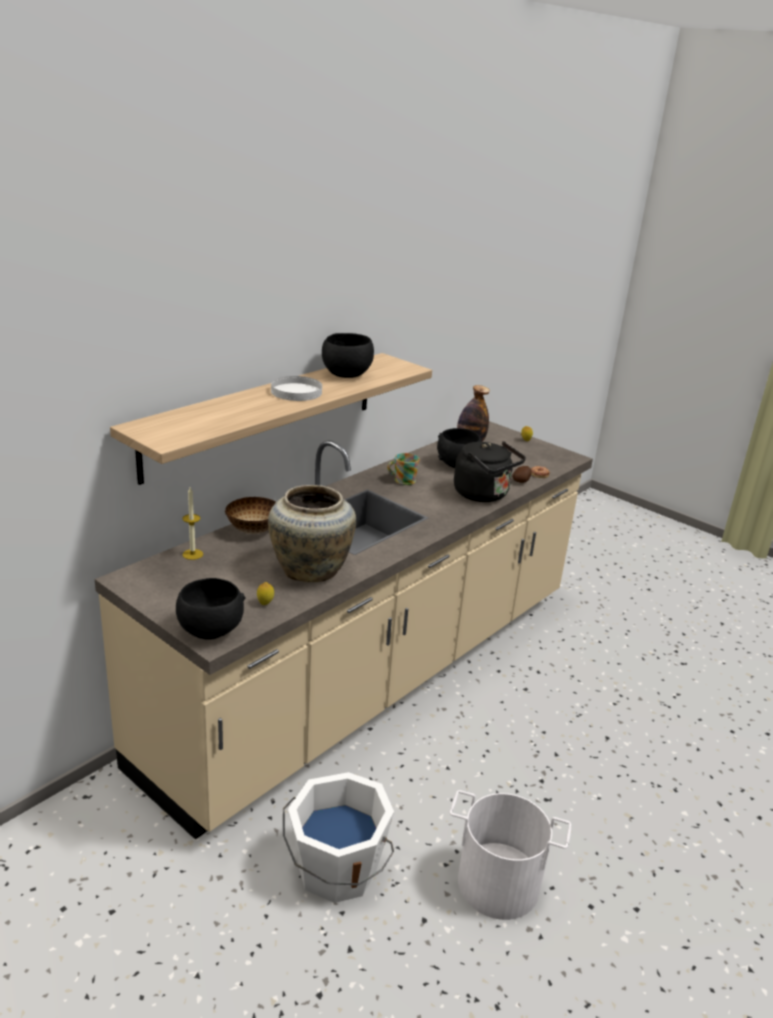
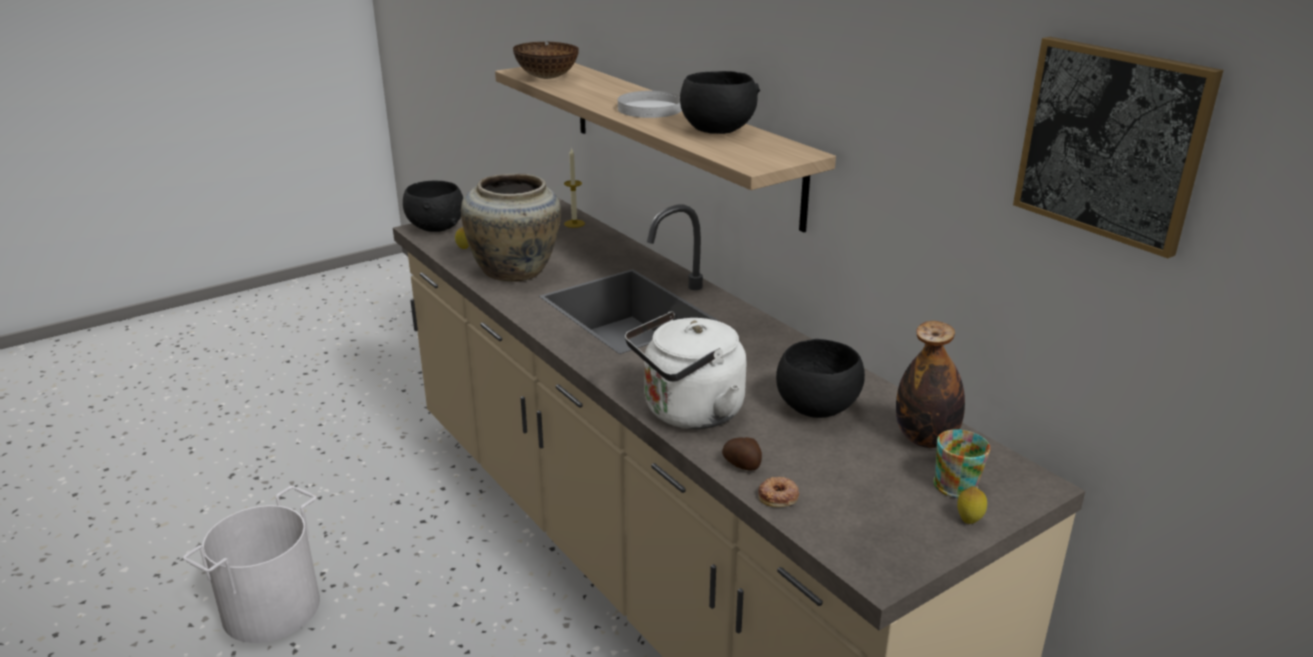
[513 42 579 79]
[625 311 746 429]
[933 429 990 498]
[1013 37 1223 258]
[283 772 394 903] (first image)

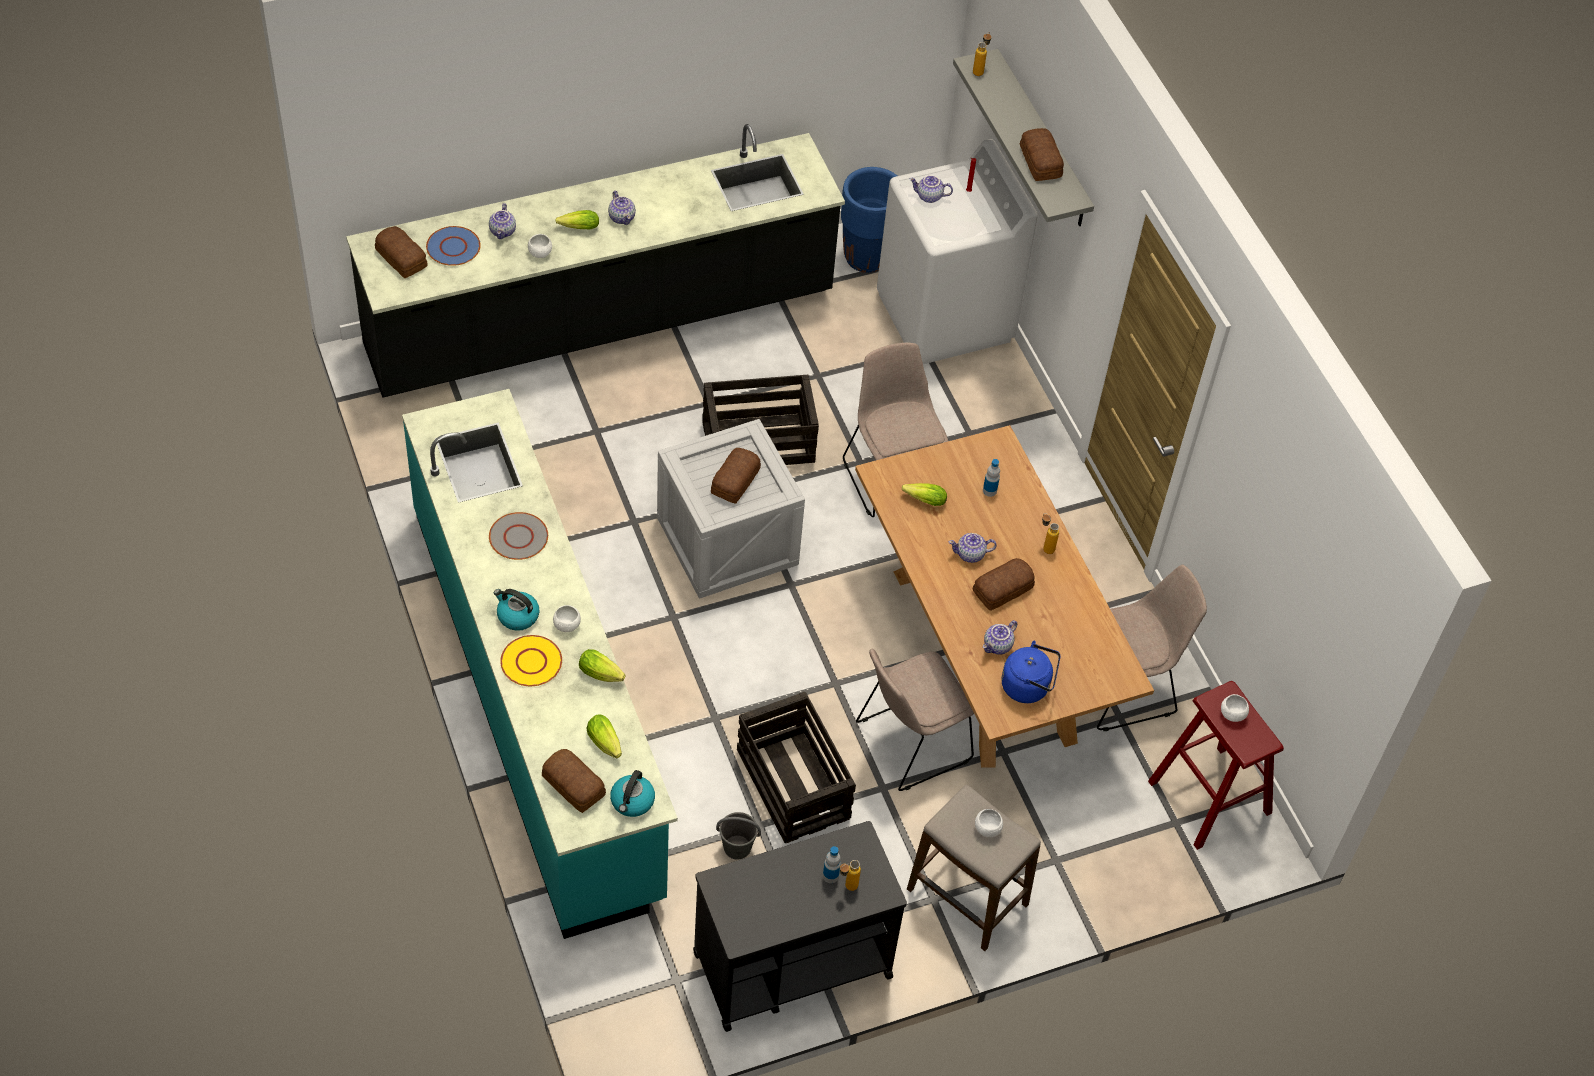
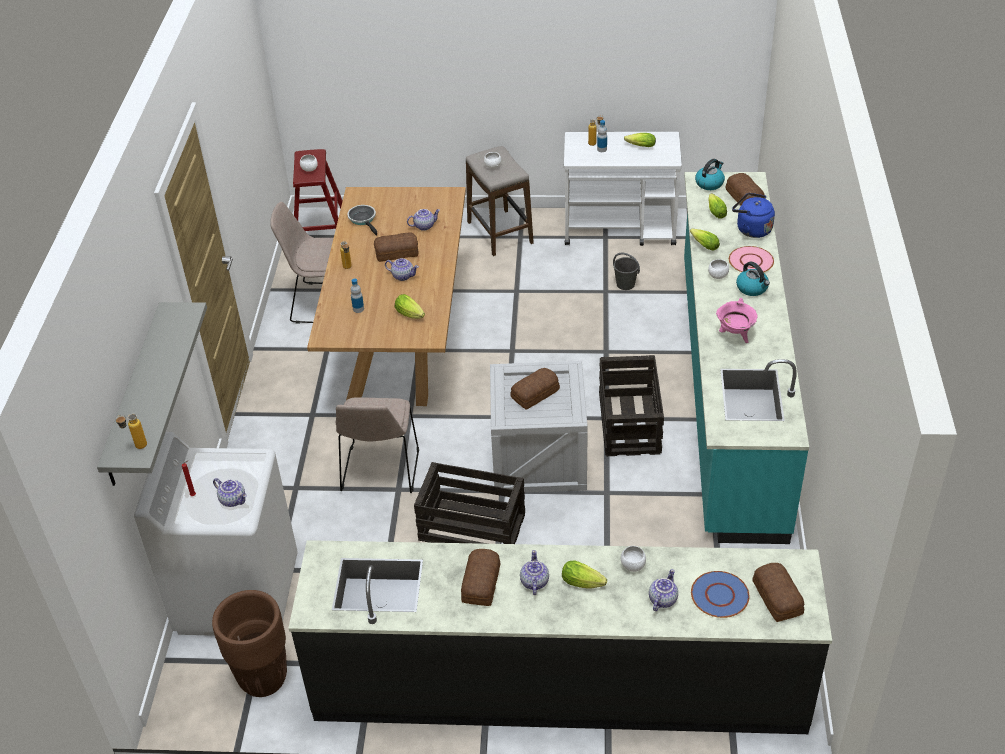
[212 590 287 697]
[347 205 377 236]
[461 549 500 606]
[564 132 682 246]
[599 355 664 456]
[624 133 656 147]
[716 298 758 343]
[729 246 774 273]
[732 193 775 238]
[856 649 974 791] (first image)

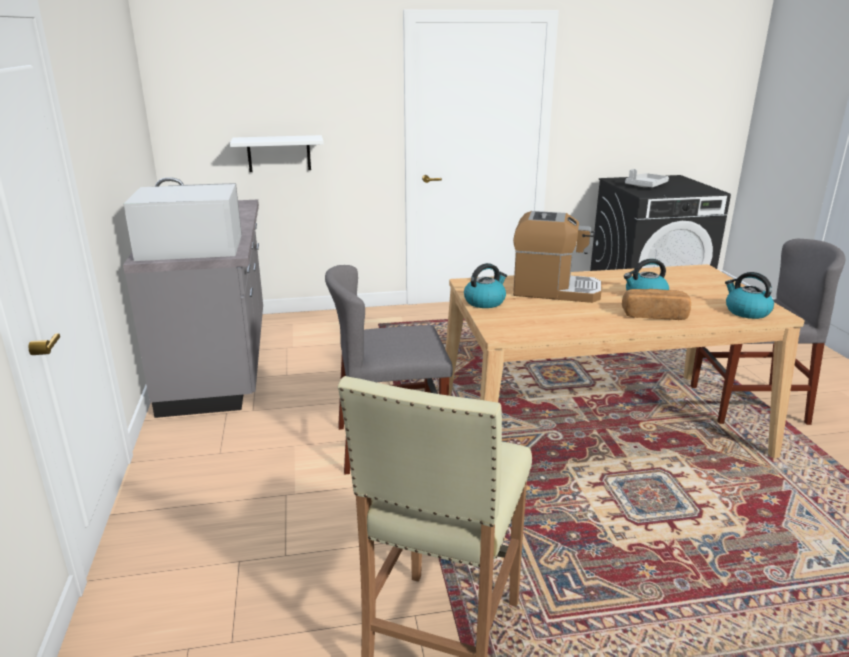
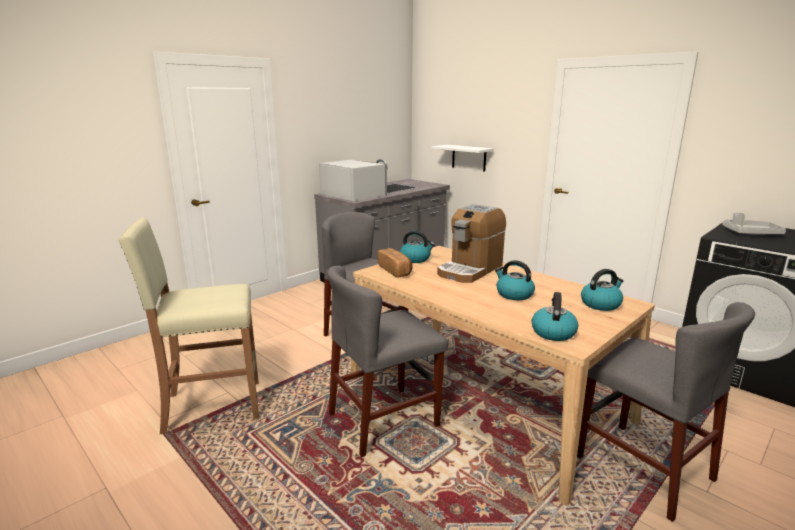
[327 265 448 457]
[378 248 412 278]
[437 204 506 283]
[581 269 623 311]

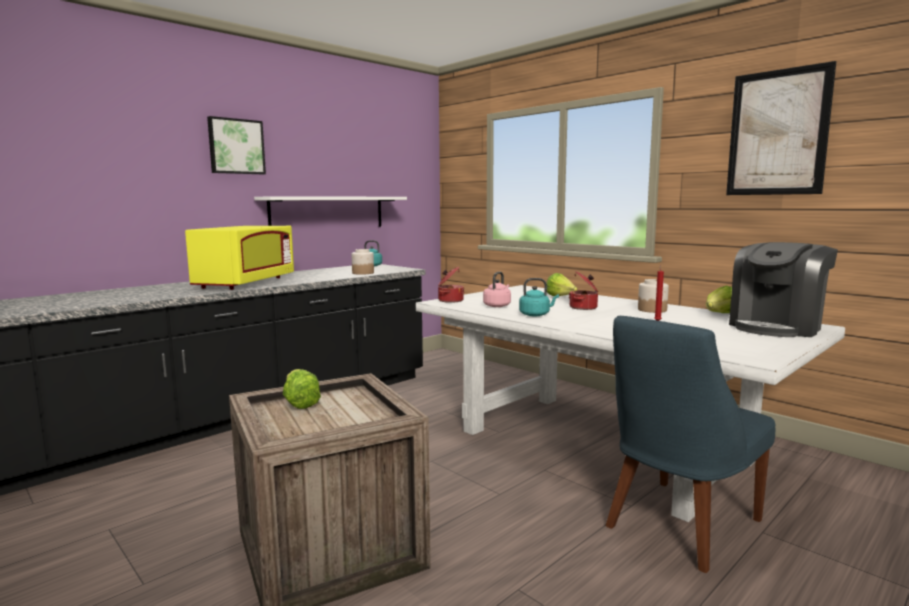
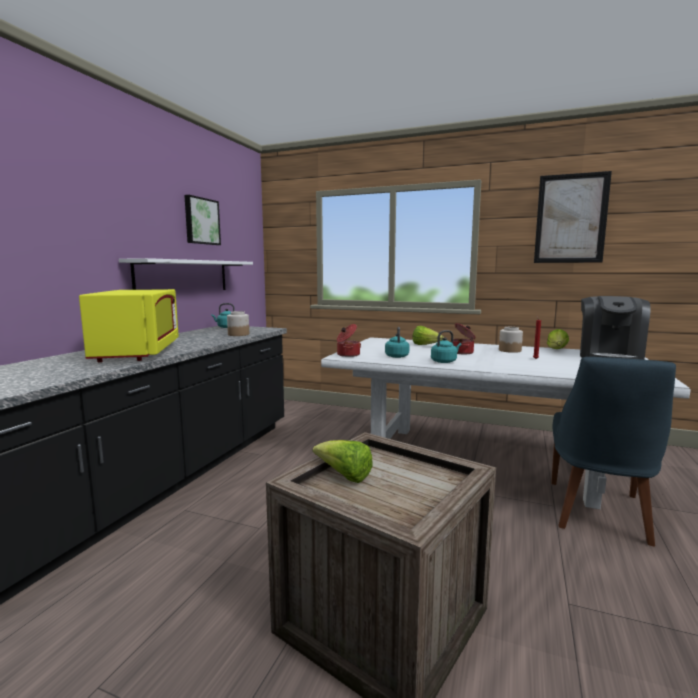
[184 195 221 245]
[385 327 409 358]

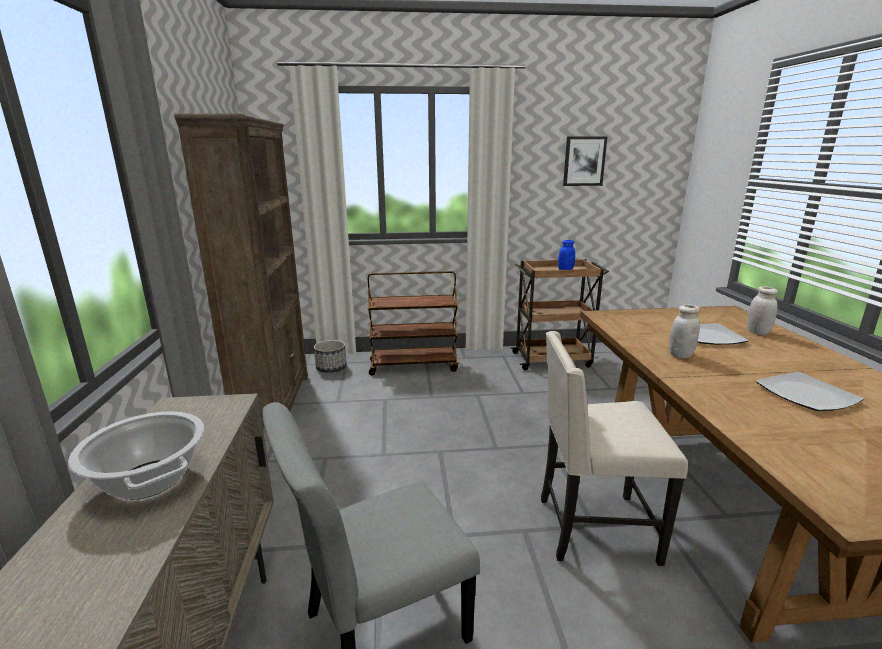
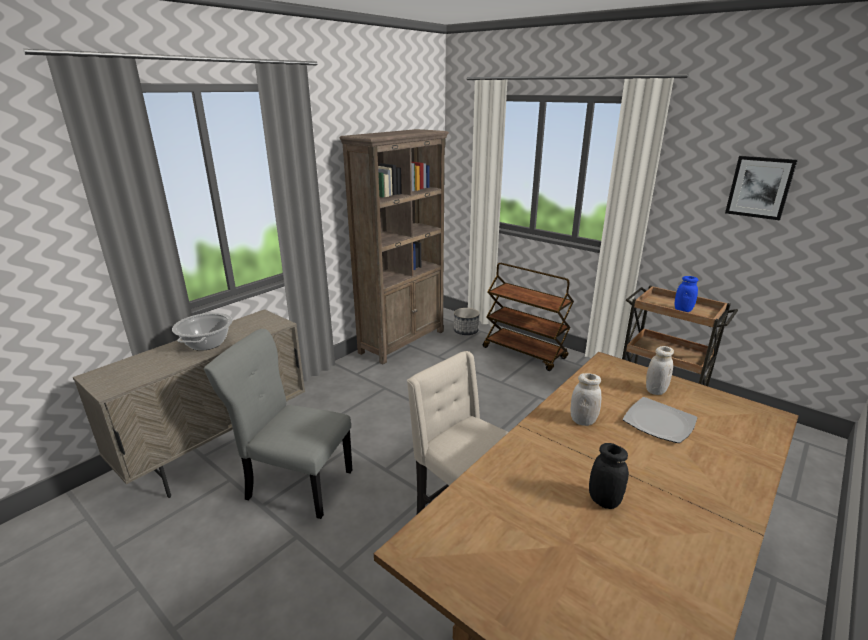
[589 443 629 509]
[646 346 674 395]

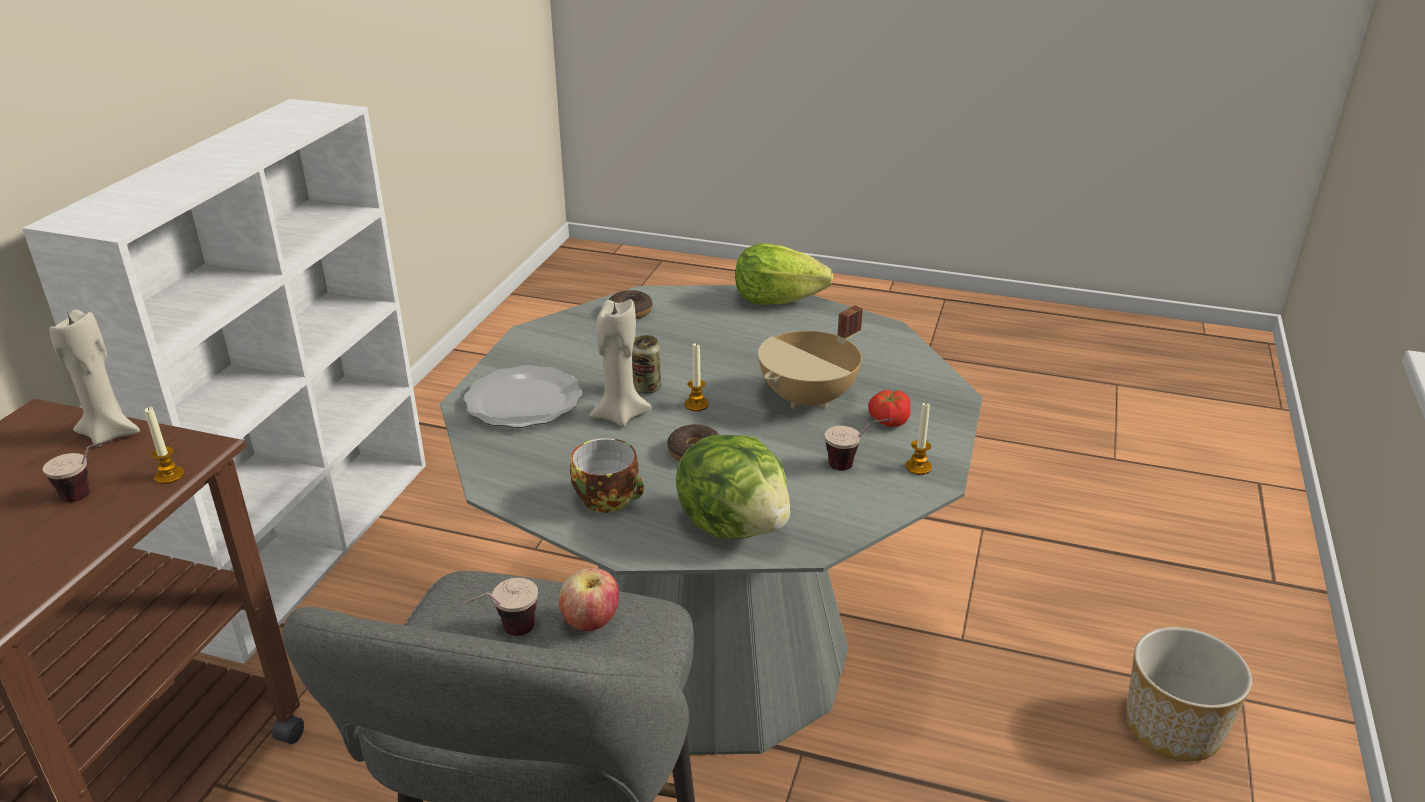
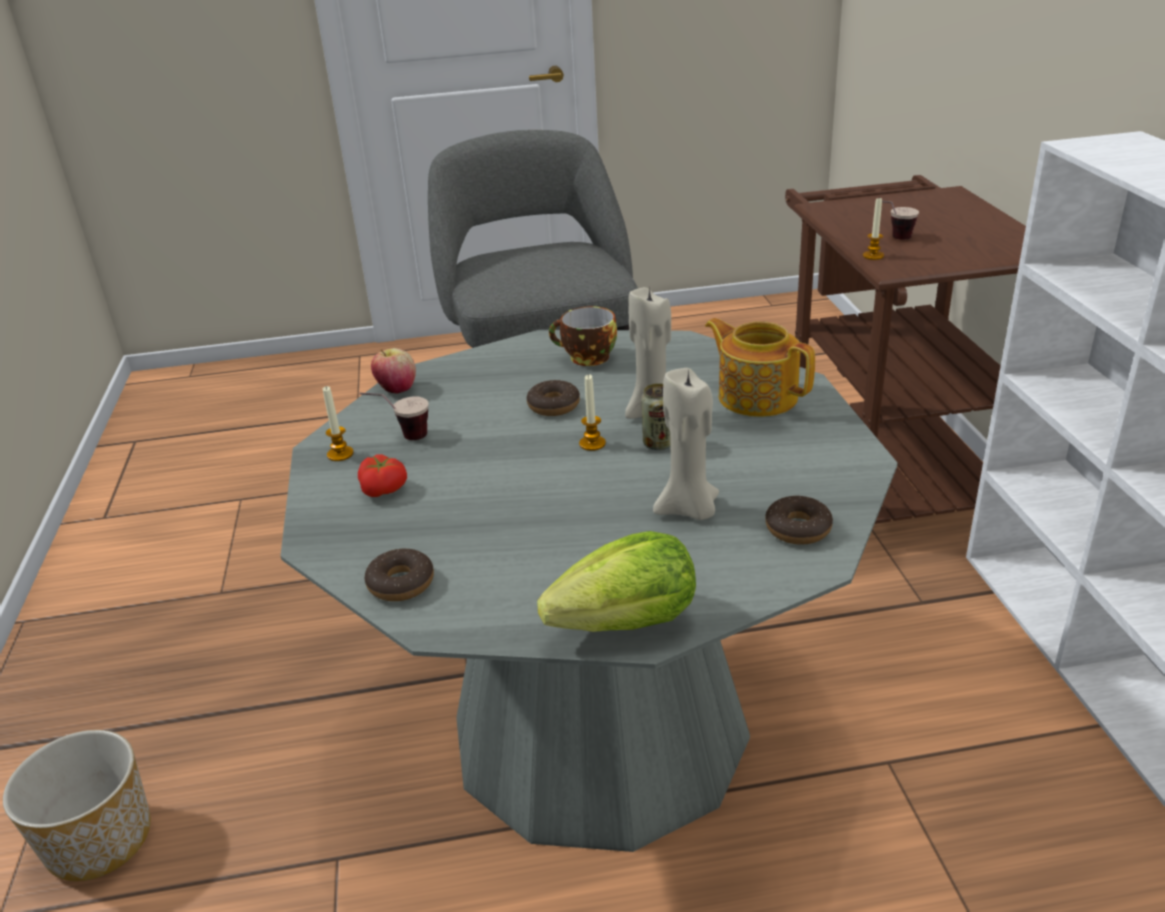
[365 549 434 601]
[371 348 416 394]
[653 368 719 520]
[705 318 815 417]
[464 578 538 636] (first image)
[676 435 790 539] (first image)
[758 305 863 409] (first image)

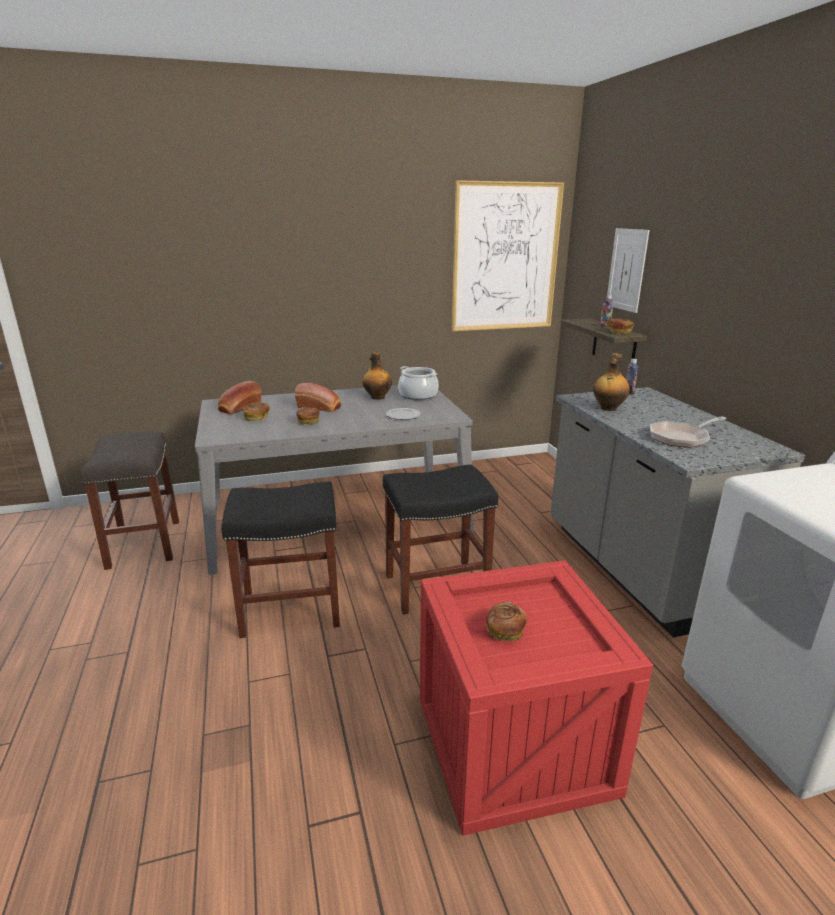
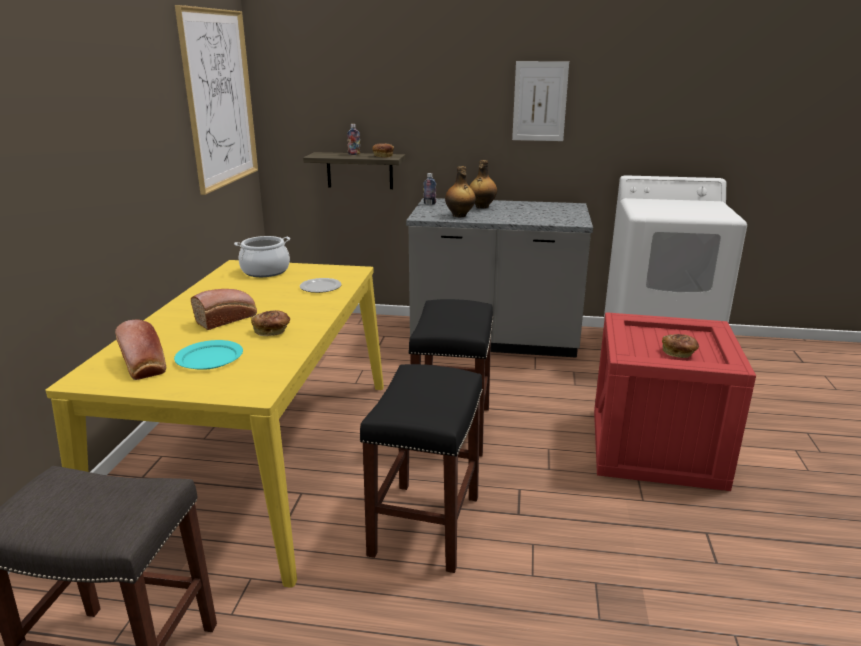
[46 260 384 588]
[174 340 243 370]
[469 160 497 209]
[512 61 569 141]
[650 416 727 448] (first image)

